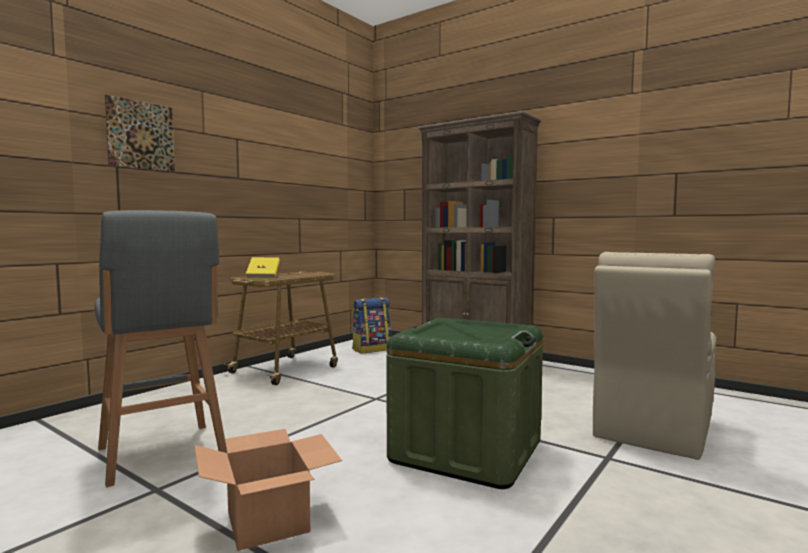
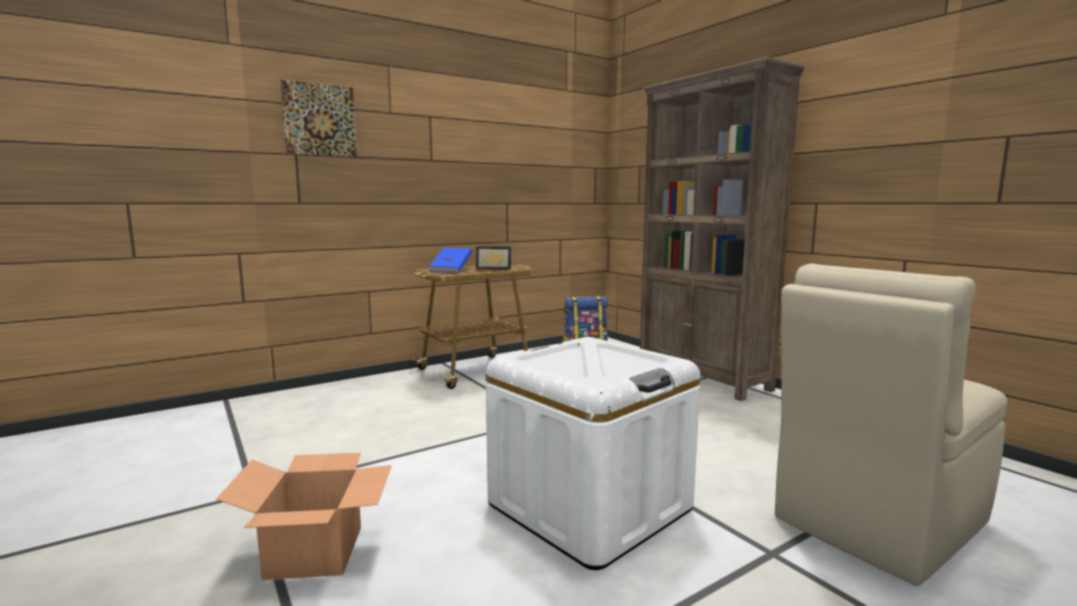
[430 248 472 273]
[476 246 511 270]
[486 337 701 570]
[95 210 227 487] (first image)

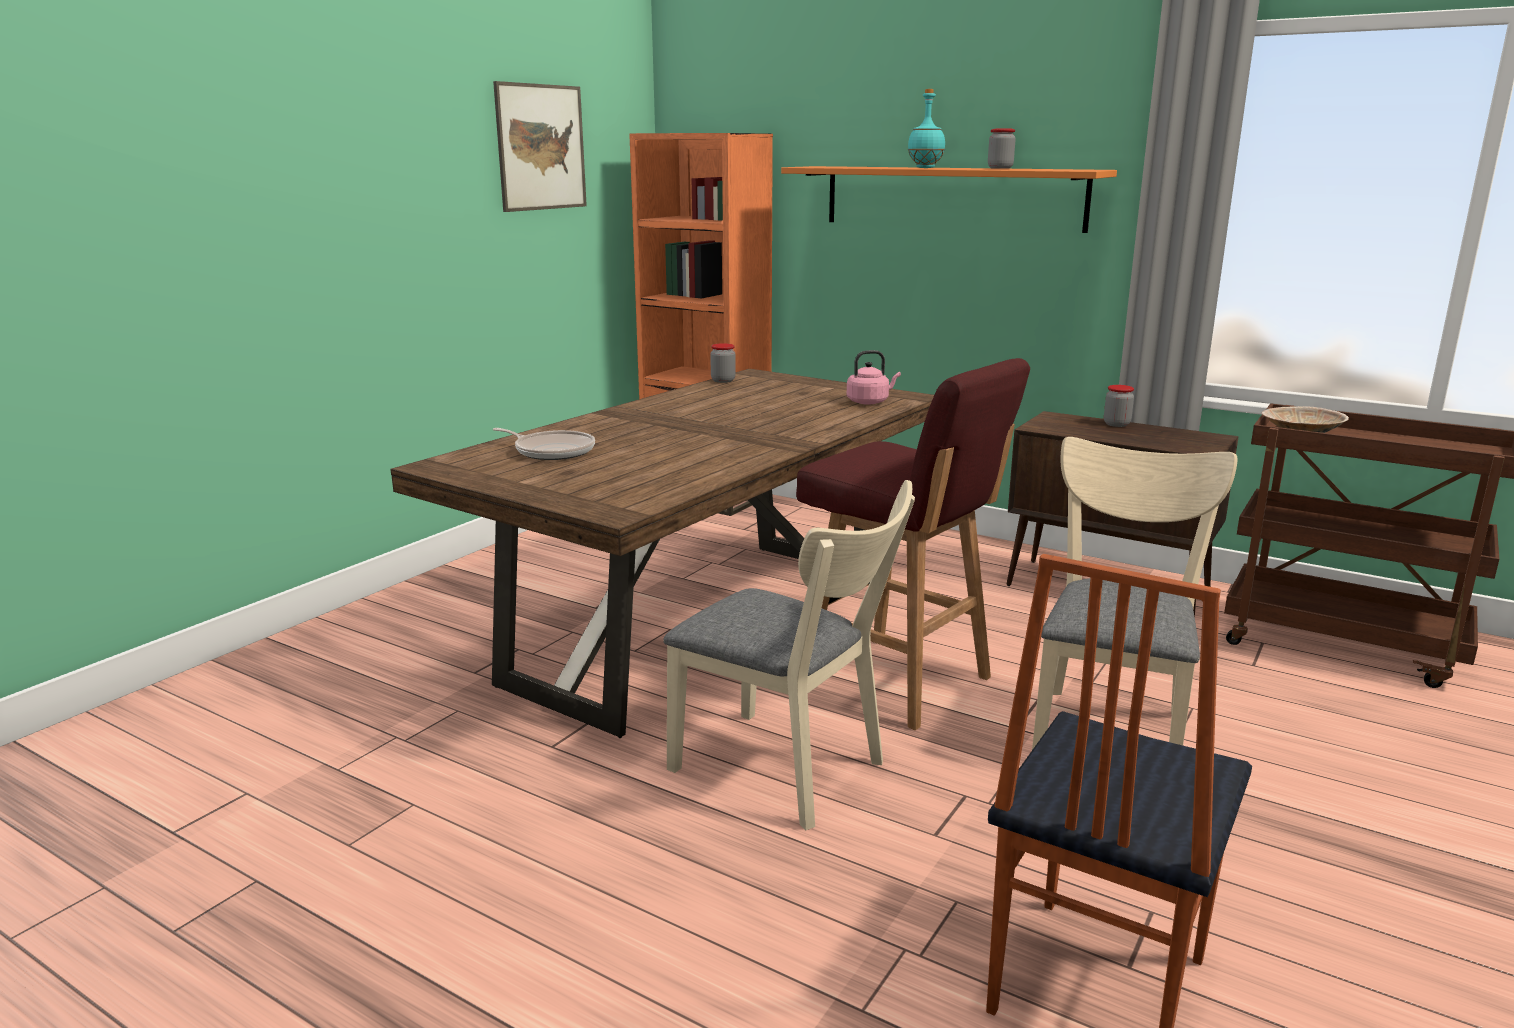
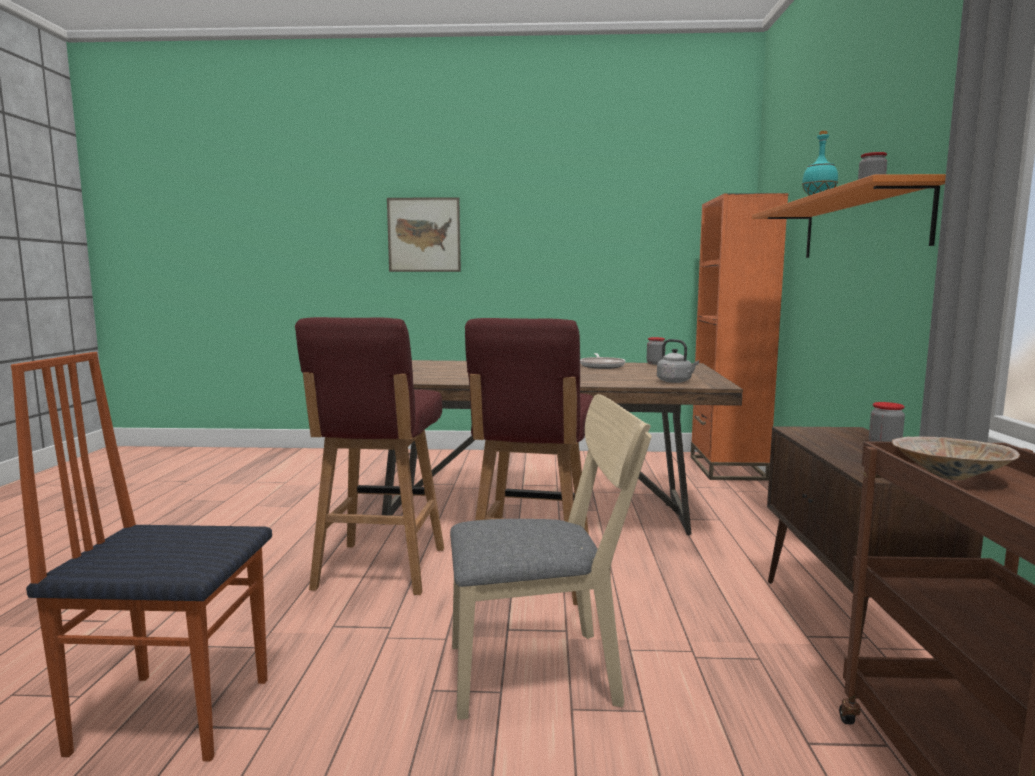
[295 317 444 595]
[387 197 461 272]
[580 353 625 369]
[657 339 699 383]

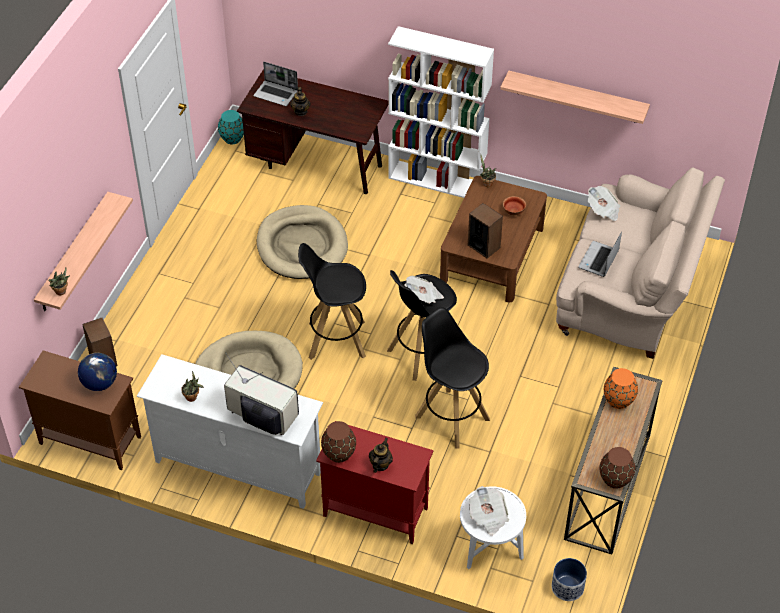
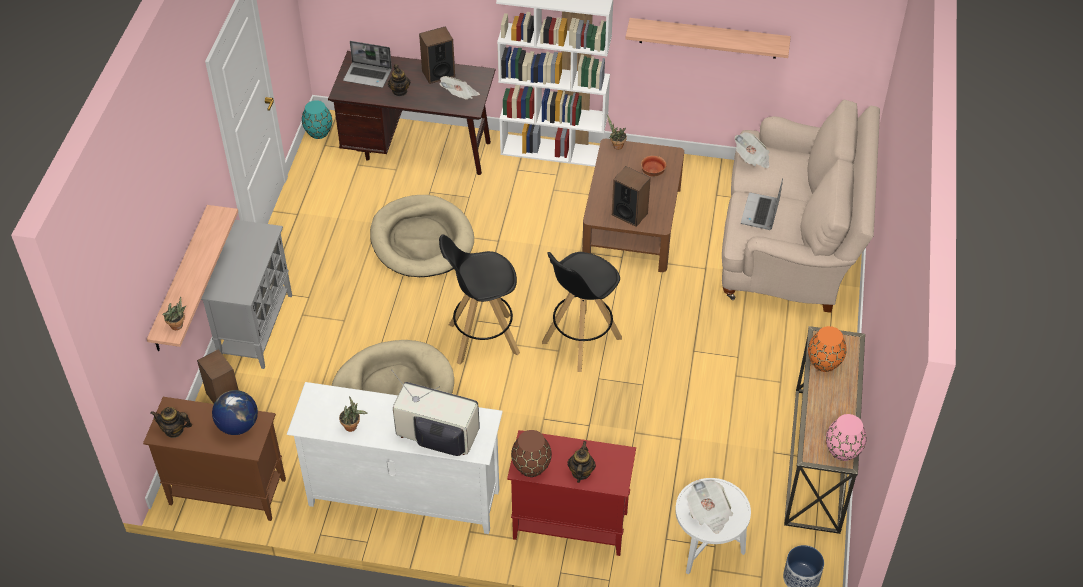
[150 407 192 438]
[201 220 292 369]
[419 26 455 84]
[439 76 480 100]
[826 414 867 461]
[415 307 490 448] (first image)

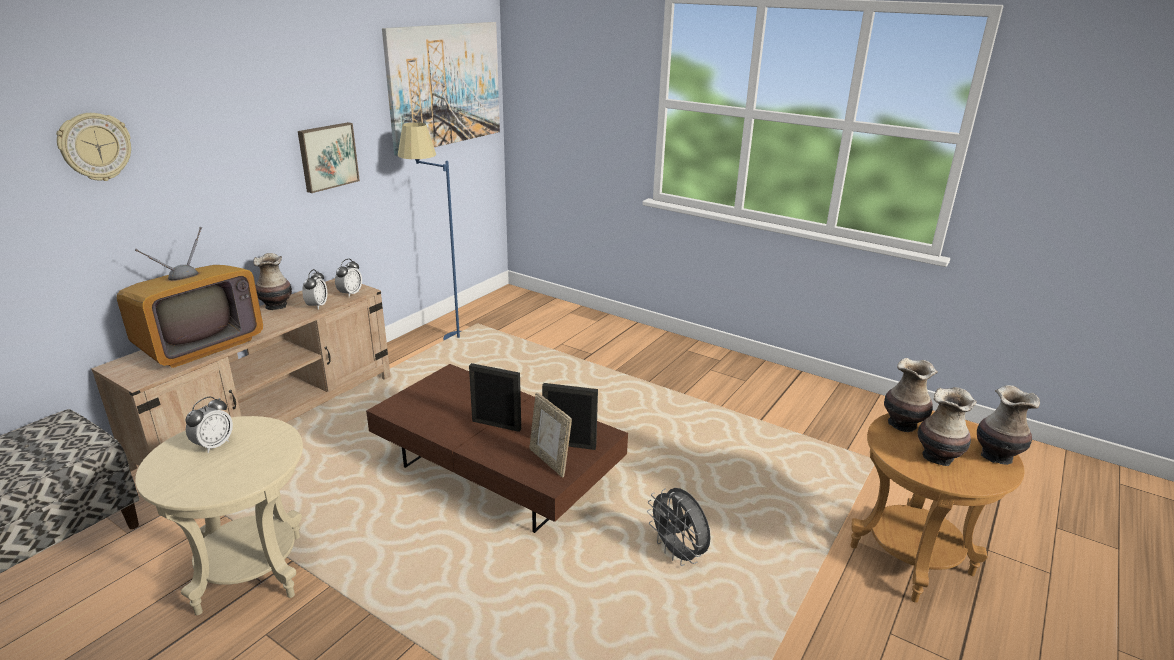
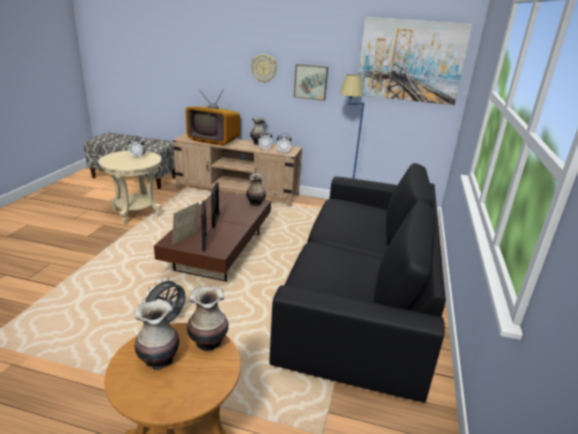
[246 173 266 206]
[251 54 277 83]
[269 163 446 403]

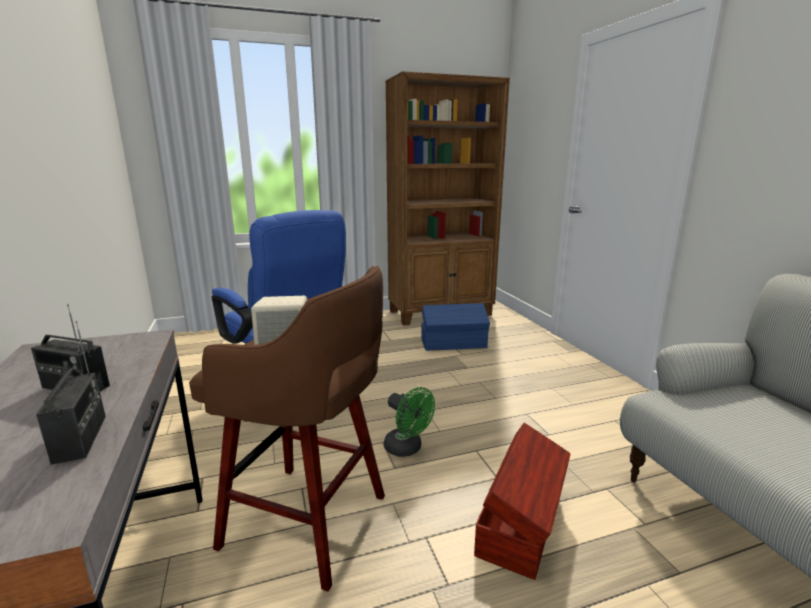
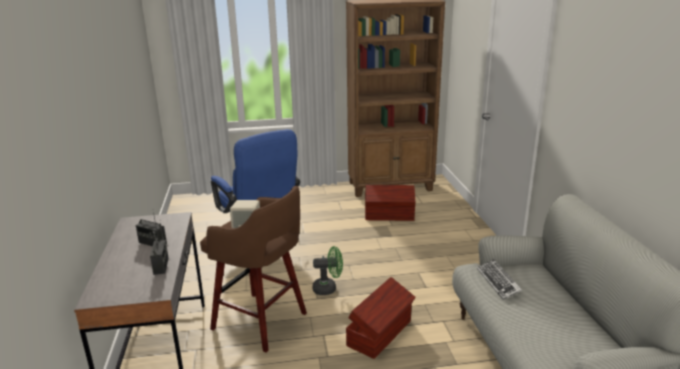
[312 246 343 295]
[365 185 415 221]
[477 259 522 300]

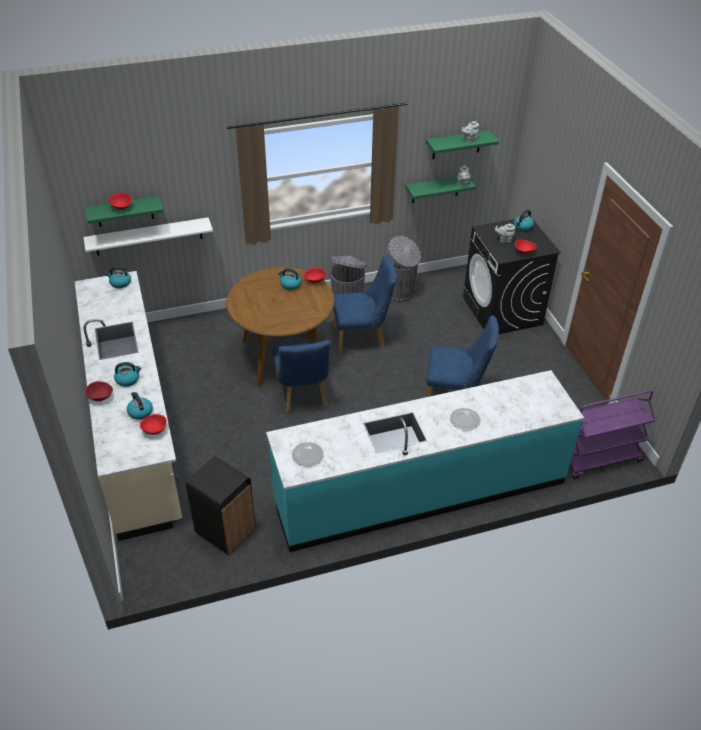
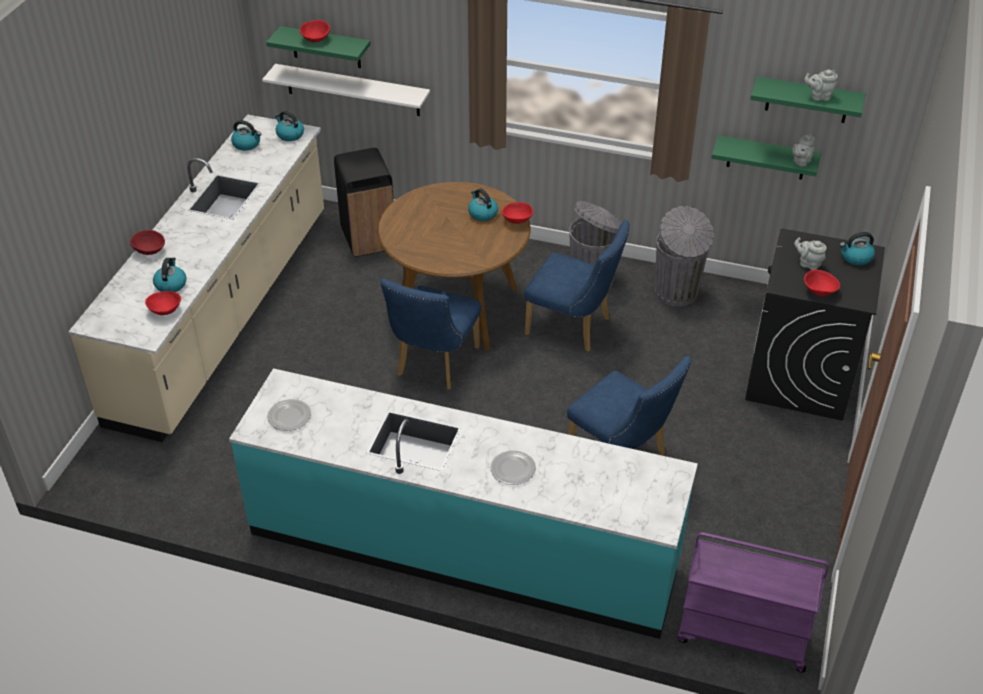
[231 120 261 151]
[334 148 394 257]

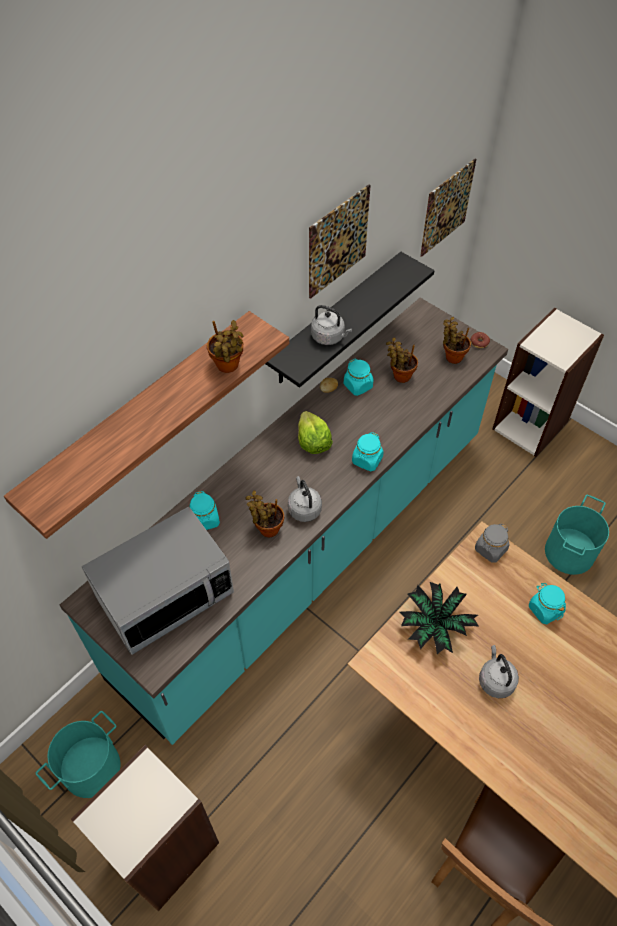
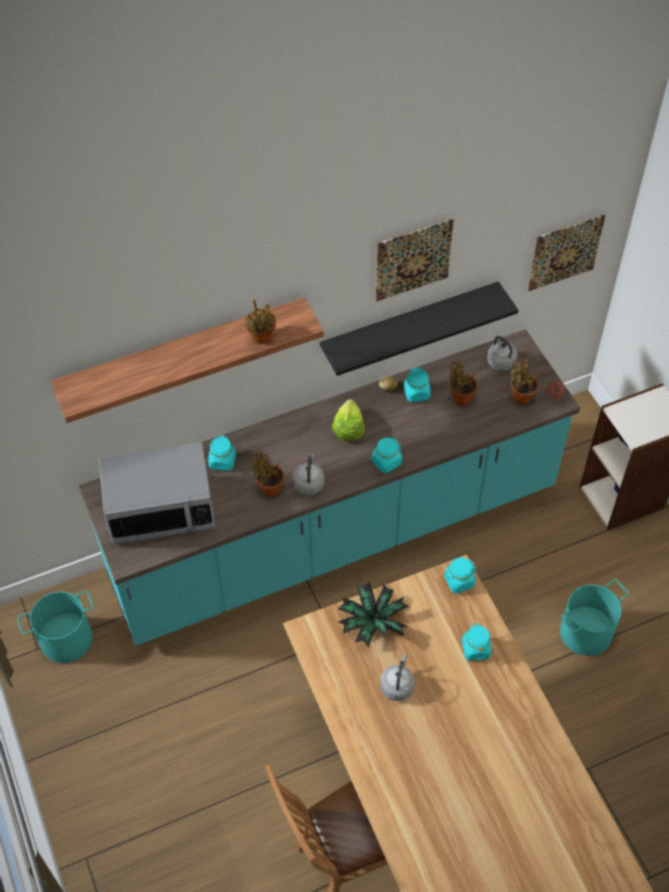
[444 557 476 593]
[487 336 520 371]
[71 745 219 911] (first image)

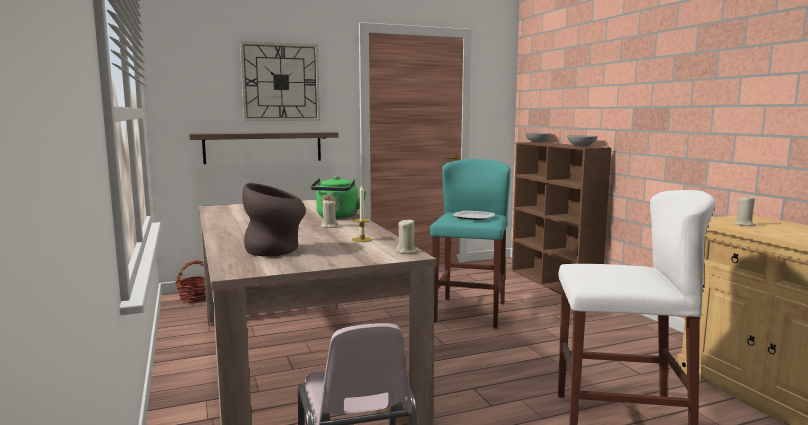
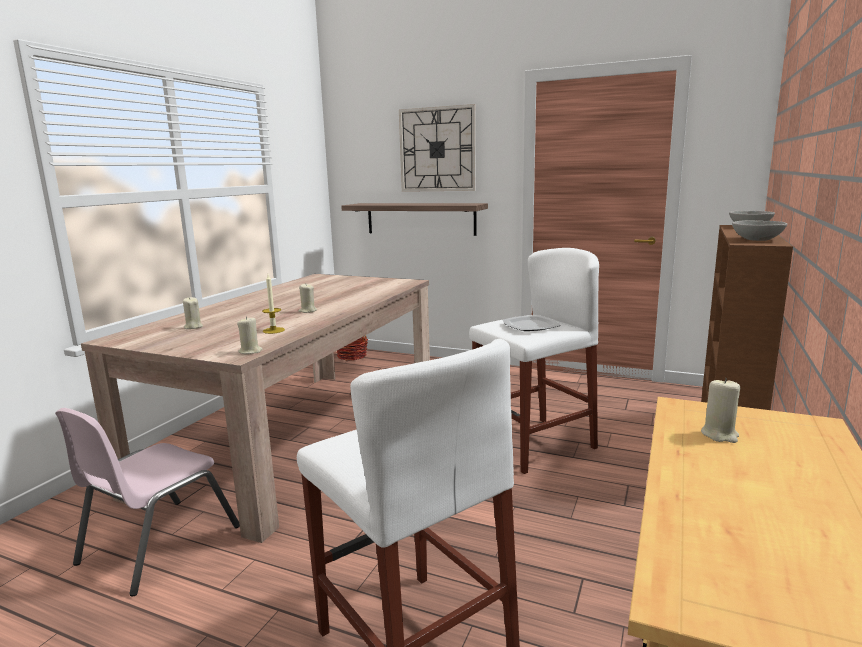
[183 297 203 329]
[469 248 599 474]
[310 176 367 219] (first image)

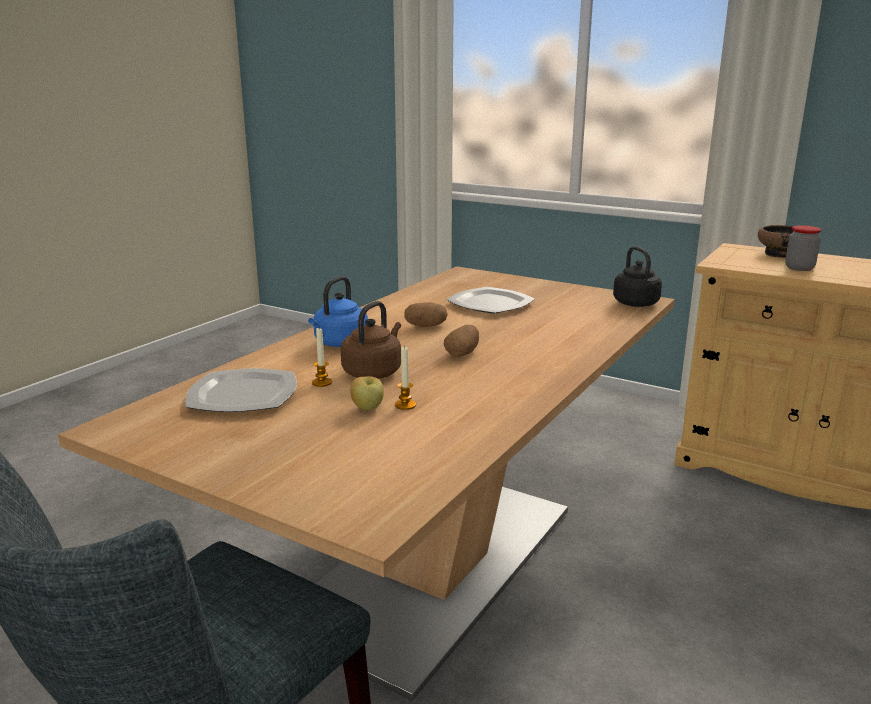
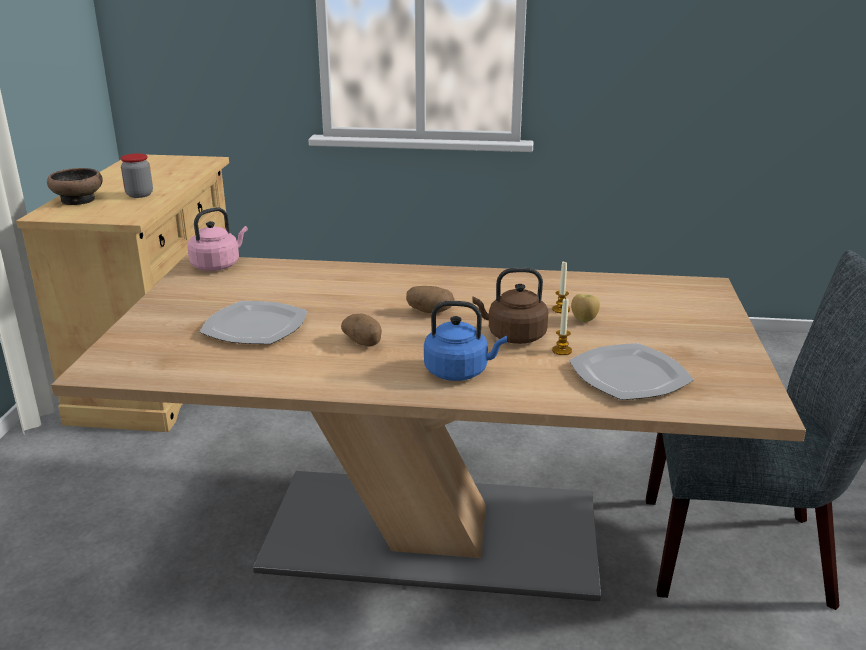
[187 207 248 271]

